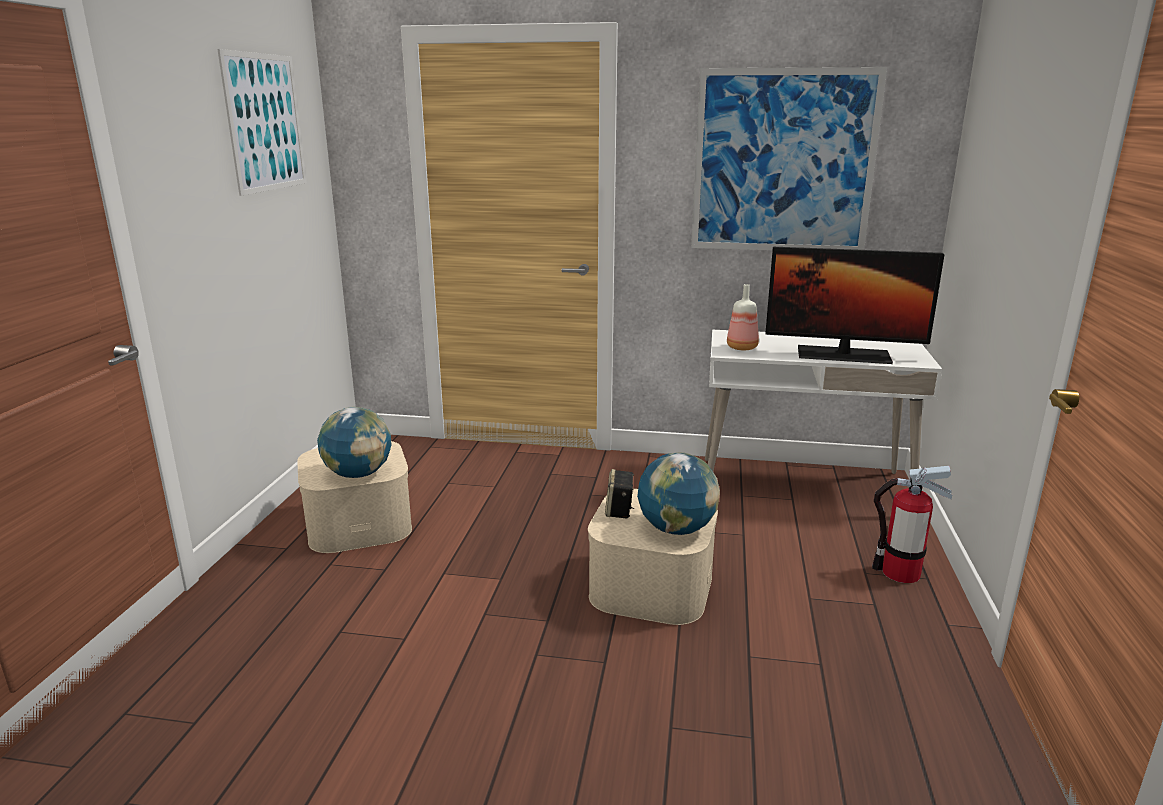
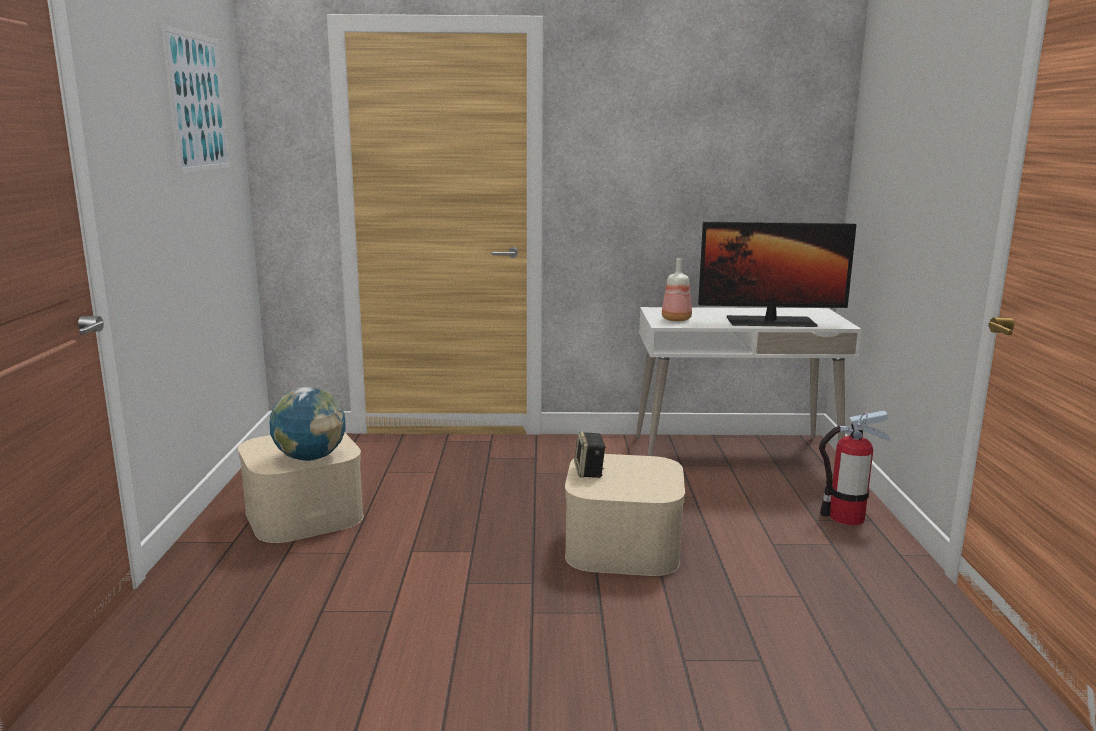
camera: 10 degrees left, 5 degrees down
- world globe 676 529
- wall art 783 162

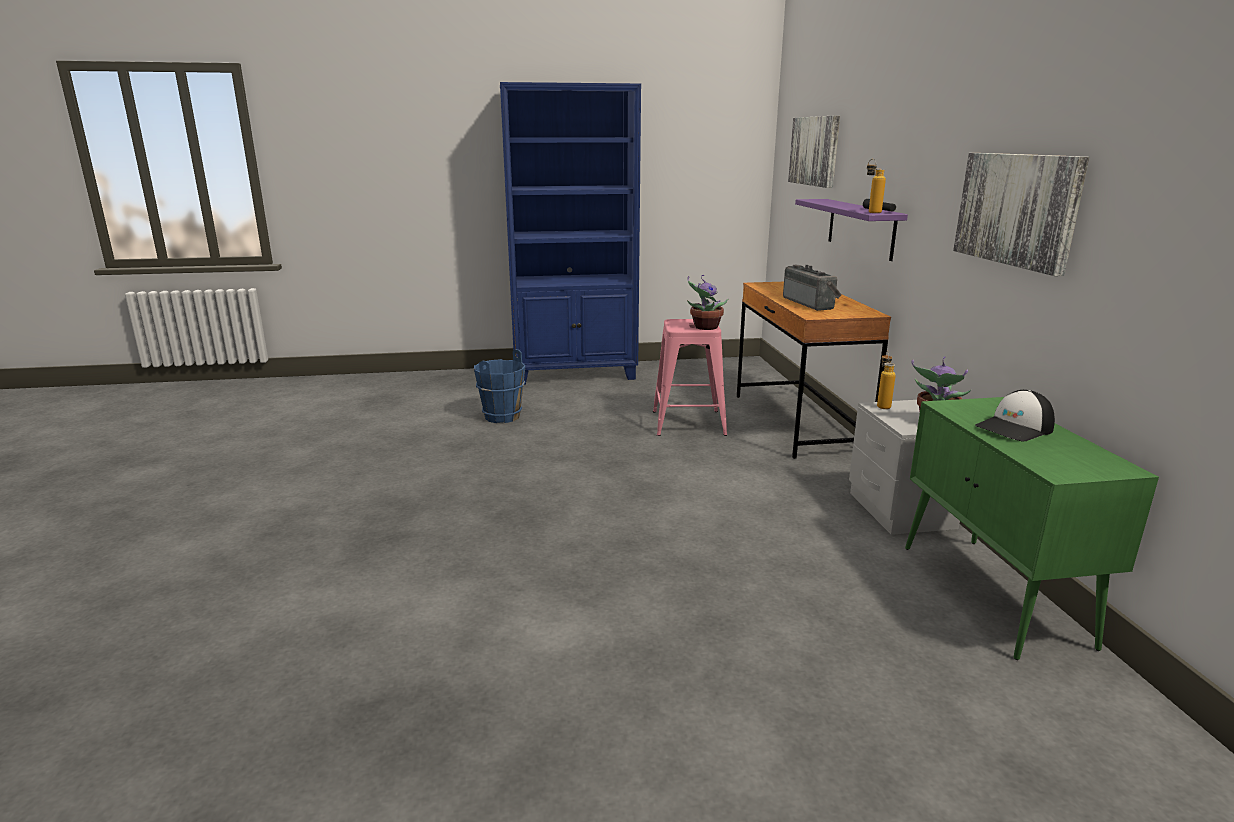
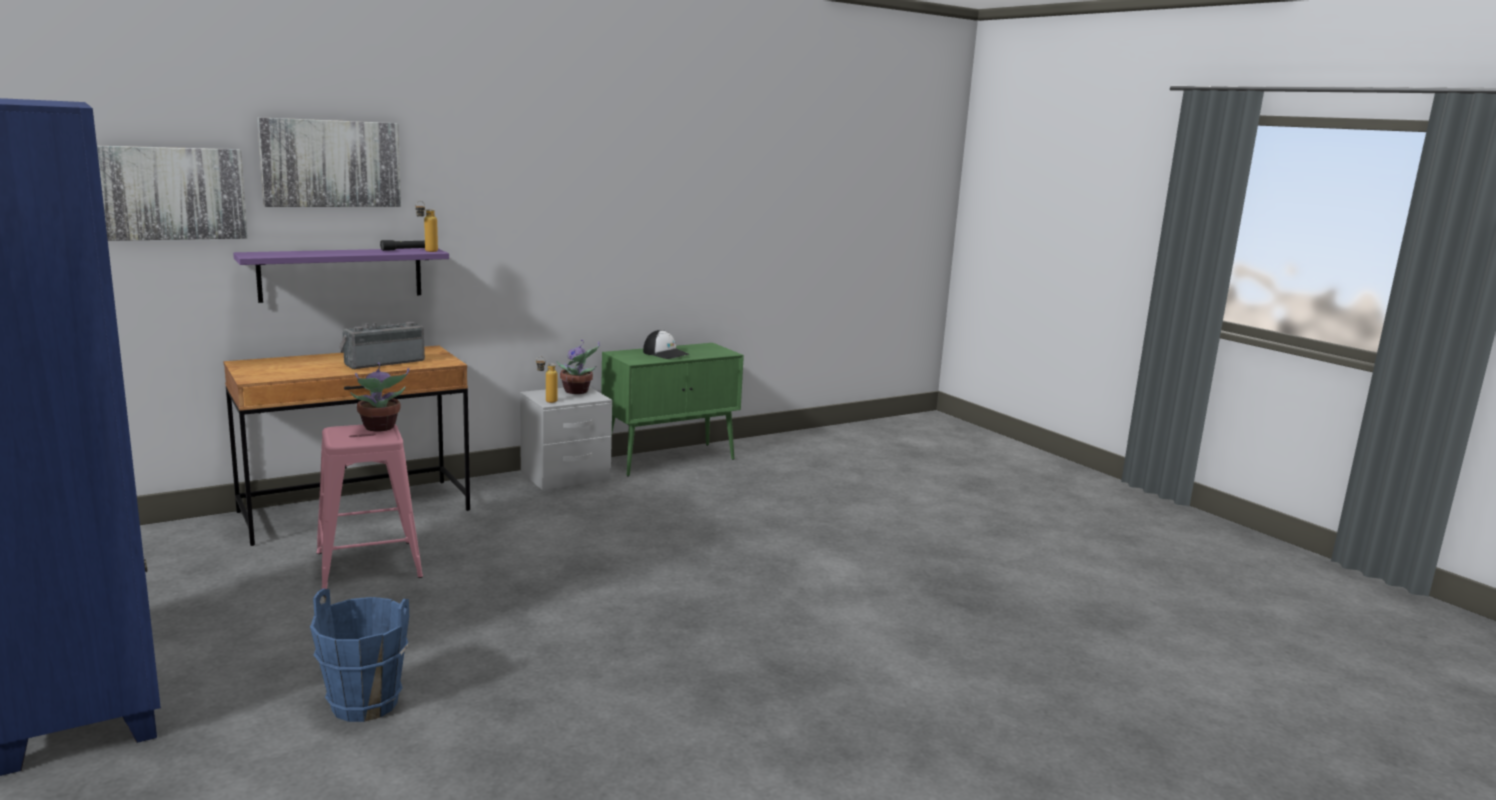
camera: 115 degrees left, 5 degrees down
~ wall art 1017 209 to 331 163

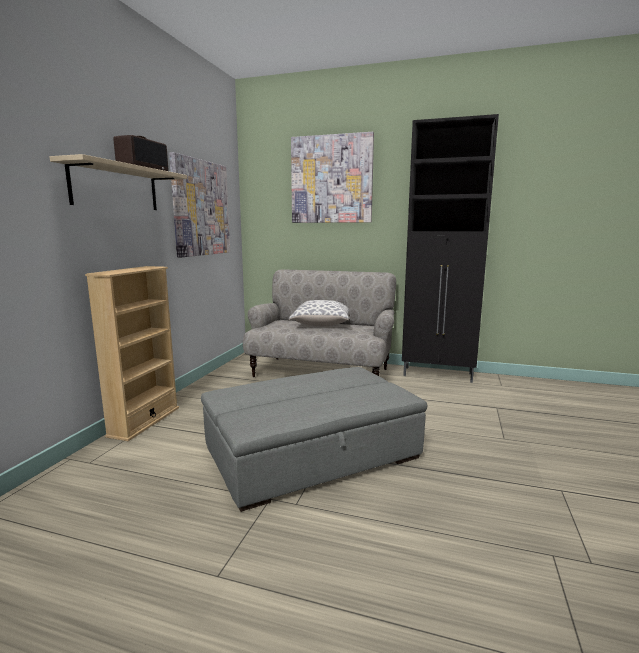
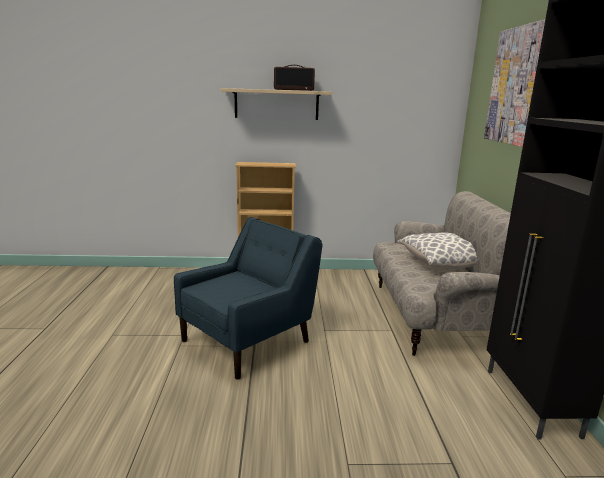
camera: 70 degrees right, 5 degrees up
- wall art 200 208
~ grey pouffe 312 454 to blue armchair 249 340

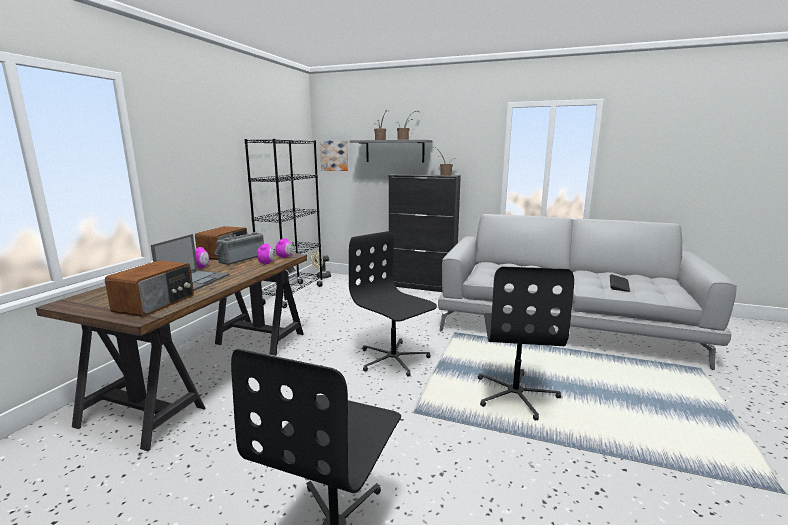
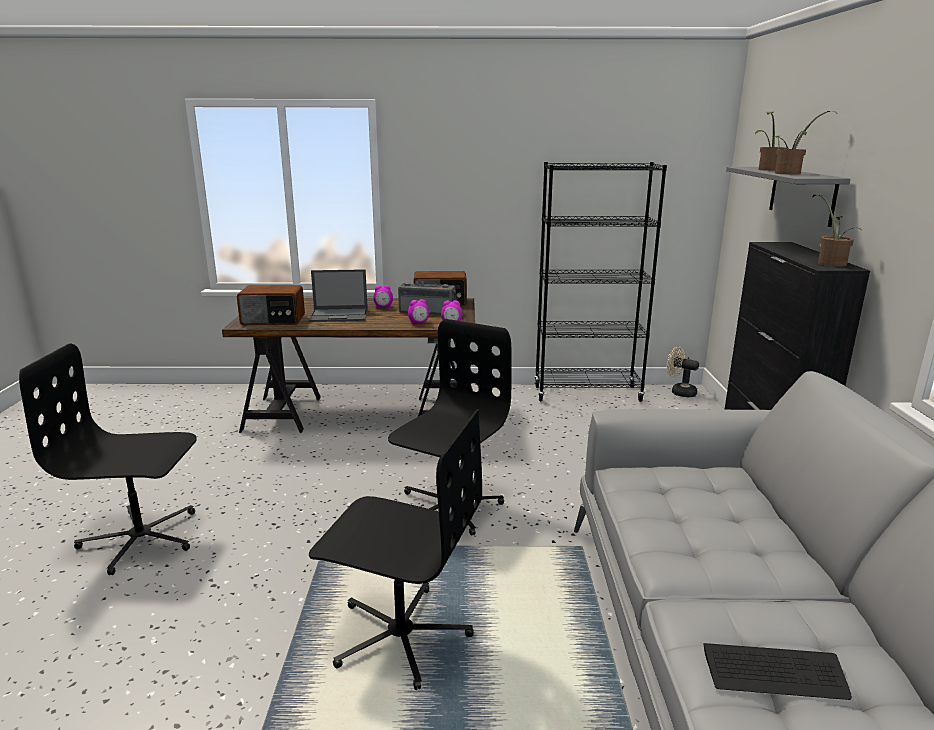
camera: 70 degrees right, 5 degrees up
- wall art 335 155
~ black office chair 515 394 = 400 634 150 degrees counterclockwise

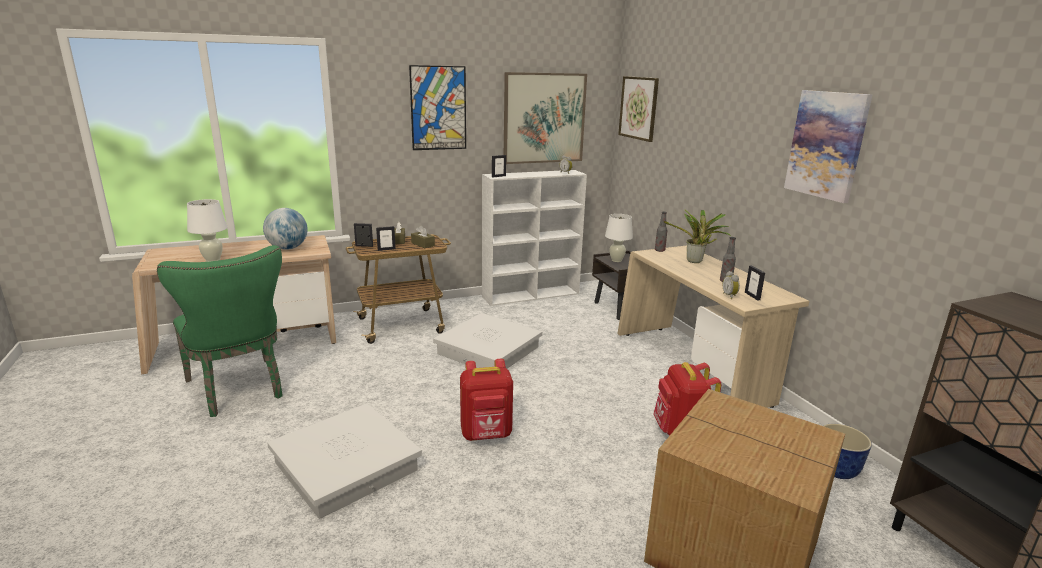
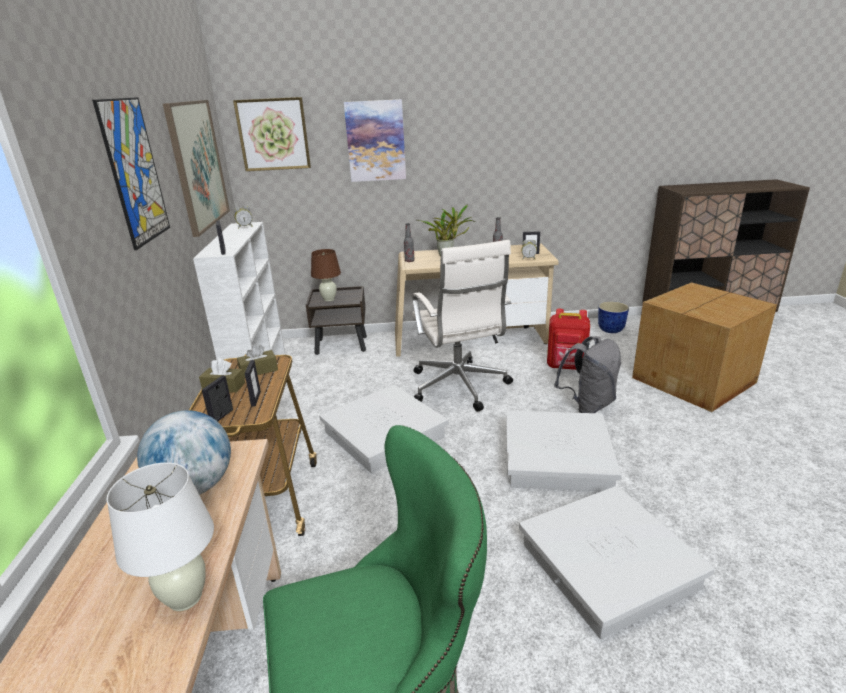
camera: 70 degrees left, 5 degrees up
+ whitish office chair 459 387
+ grey knapsack 588 405
~ wall art 826 145 to 375 141
~ reddish knapsack 486 435 to whitish storage box 556 457
~ whitish lamp for a table 616 260 to brownish lamp for a table 329 299

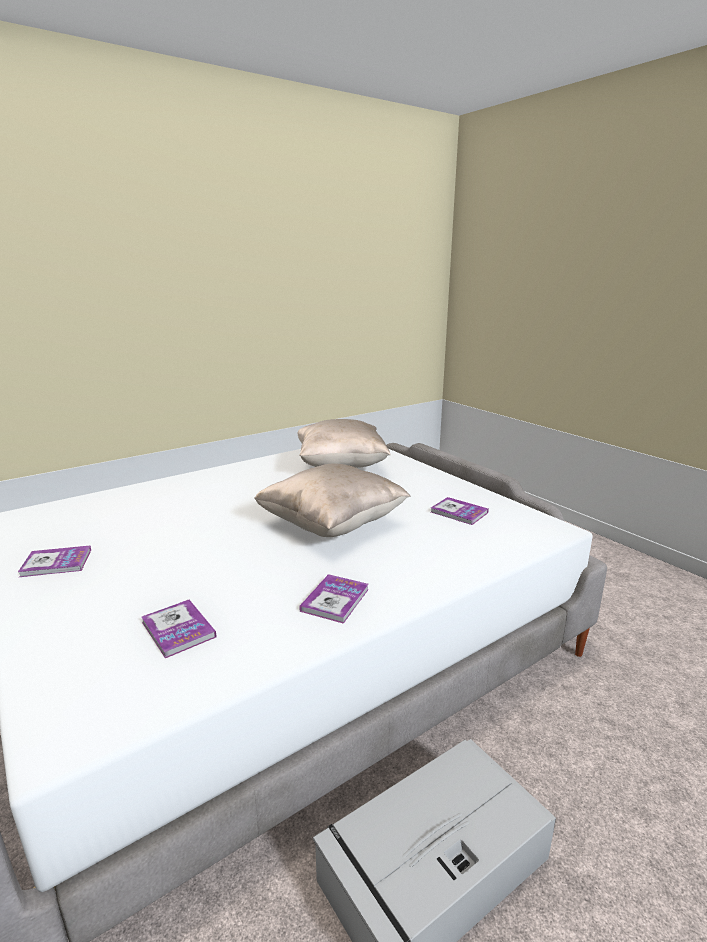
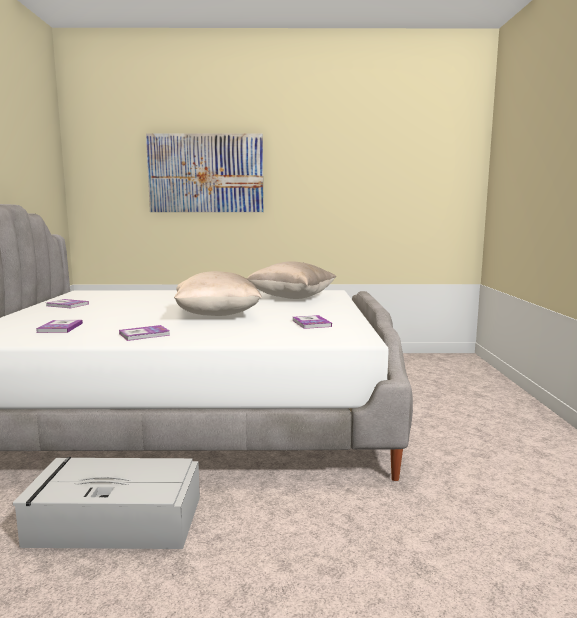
camera: 35 degrees right, 10 degrees down
+ wall art 206 173

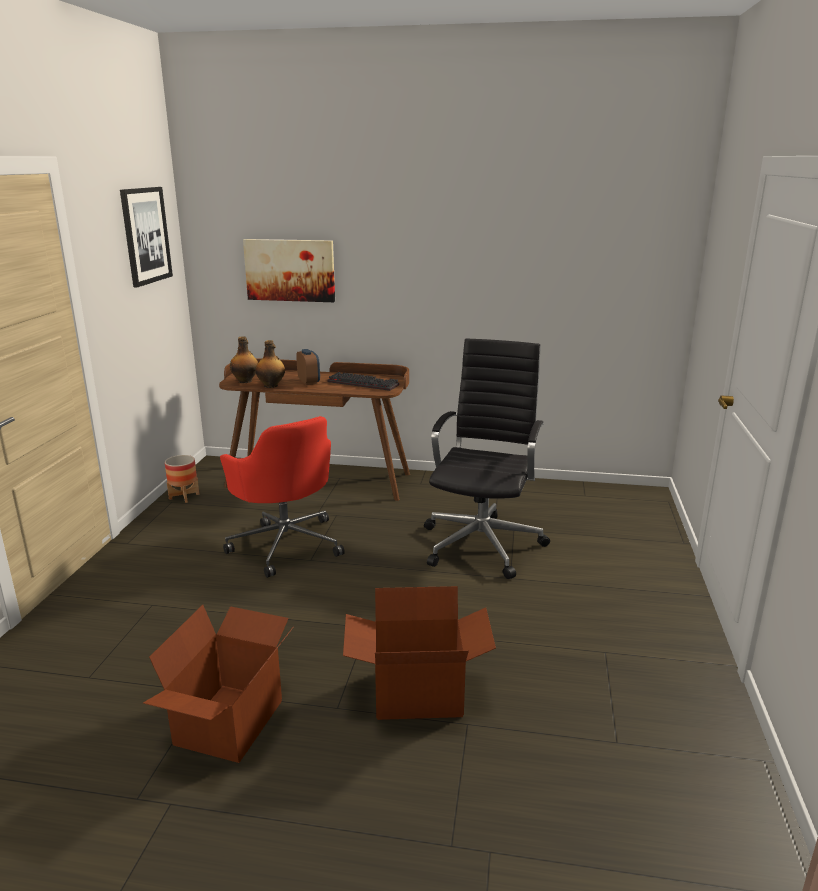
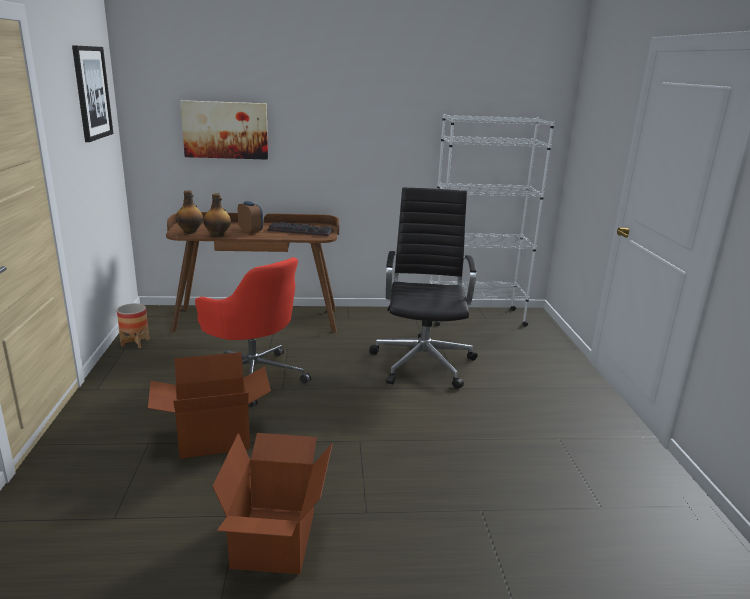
camera: 15 degrees left, 0 degrees up
+ whitish bookshelf 475 317
~ carton 418 695 to 214 439

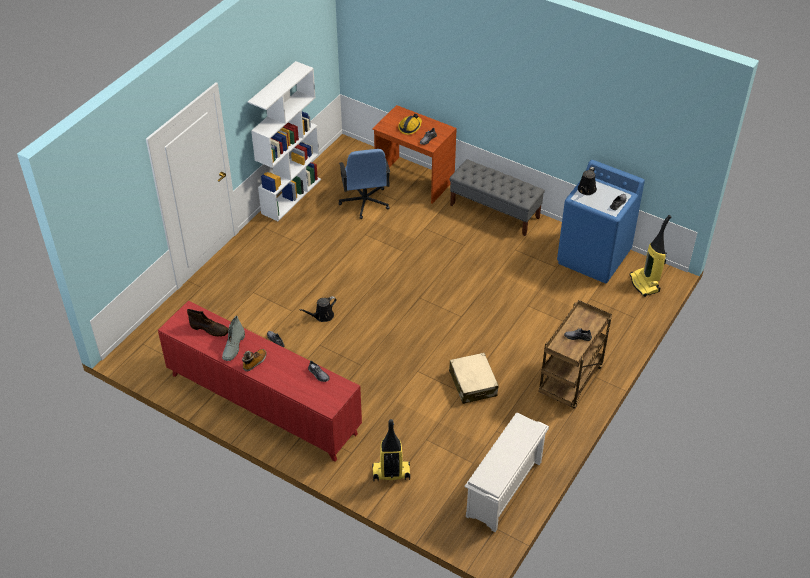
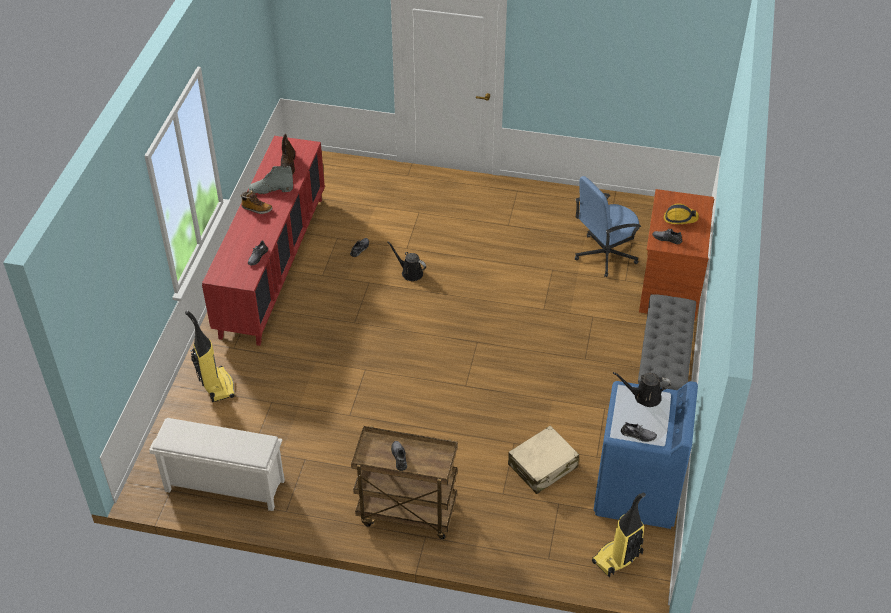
camera: 70 degrees right, 0 degrees up
- whitish bookshelf 291 196
~ beige travel case 473 383 to 543 466

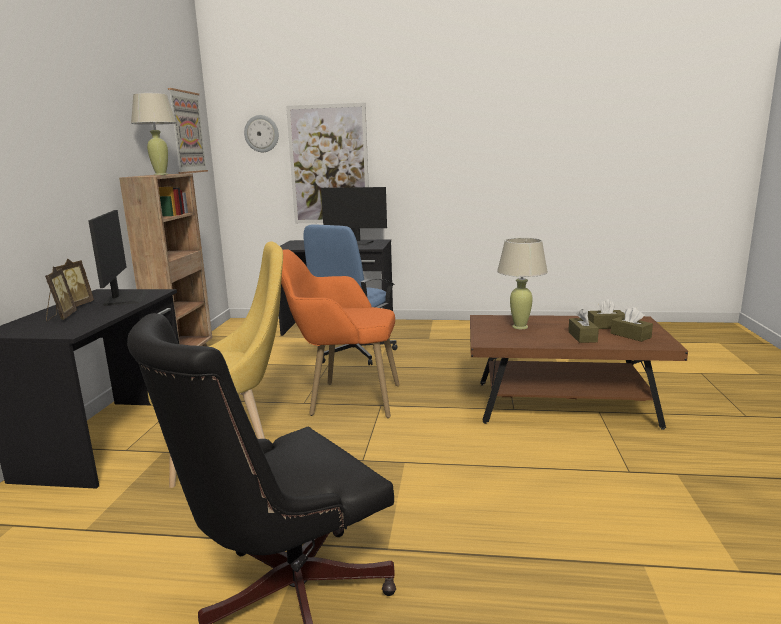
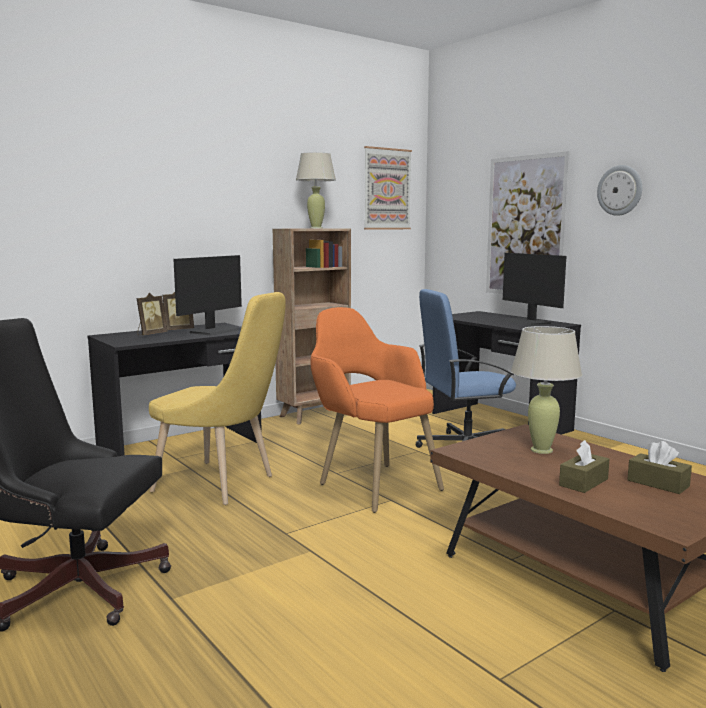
camera: 45 degrees right, 5 degrees down
- brownish tissue box 630 335
~ clock on the wall 261 133 to 620 190

